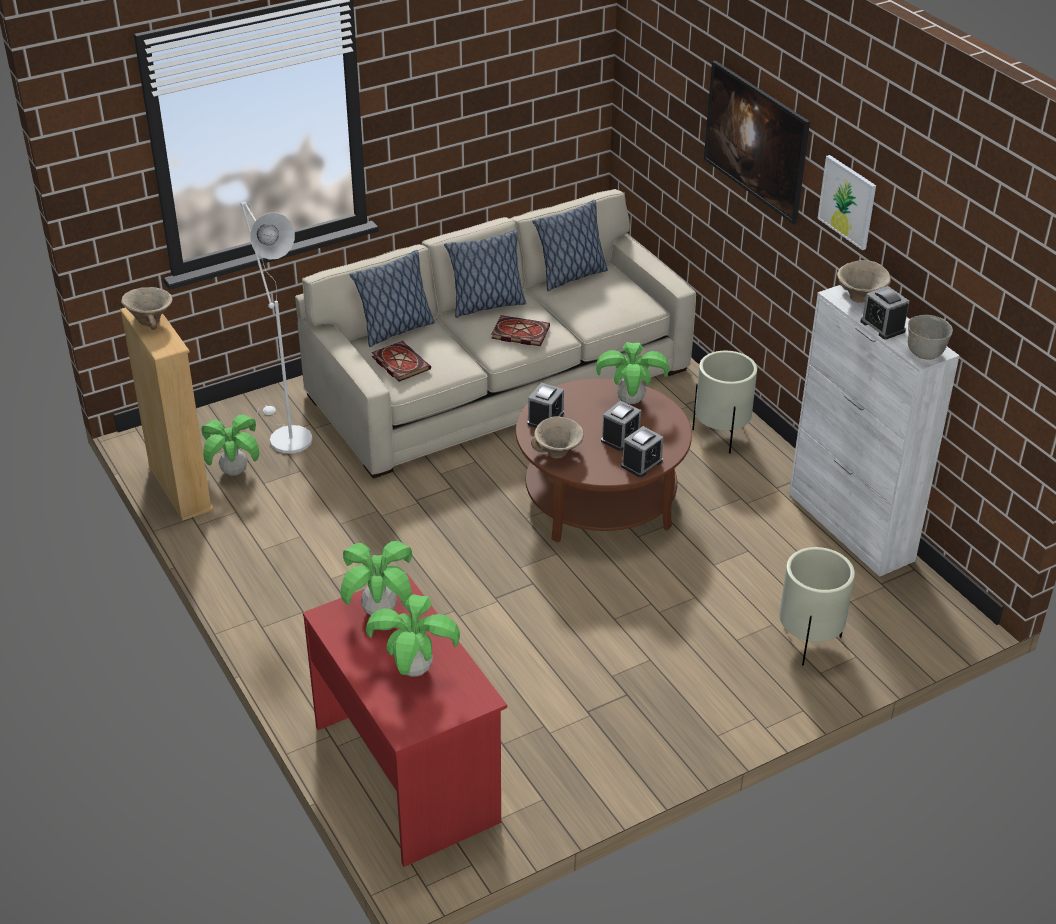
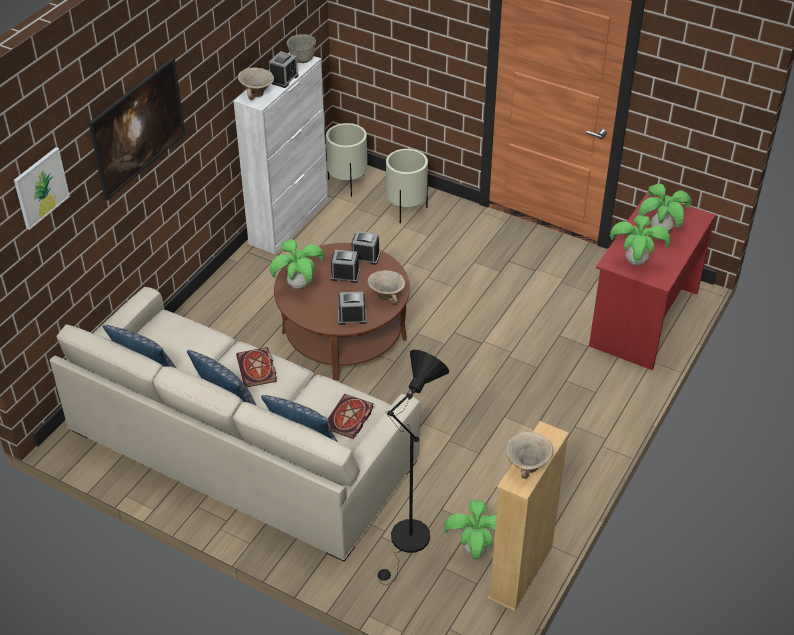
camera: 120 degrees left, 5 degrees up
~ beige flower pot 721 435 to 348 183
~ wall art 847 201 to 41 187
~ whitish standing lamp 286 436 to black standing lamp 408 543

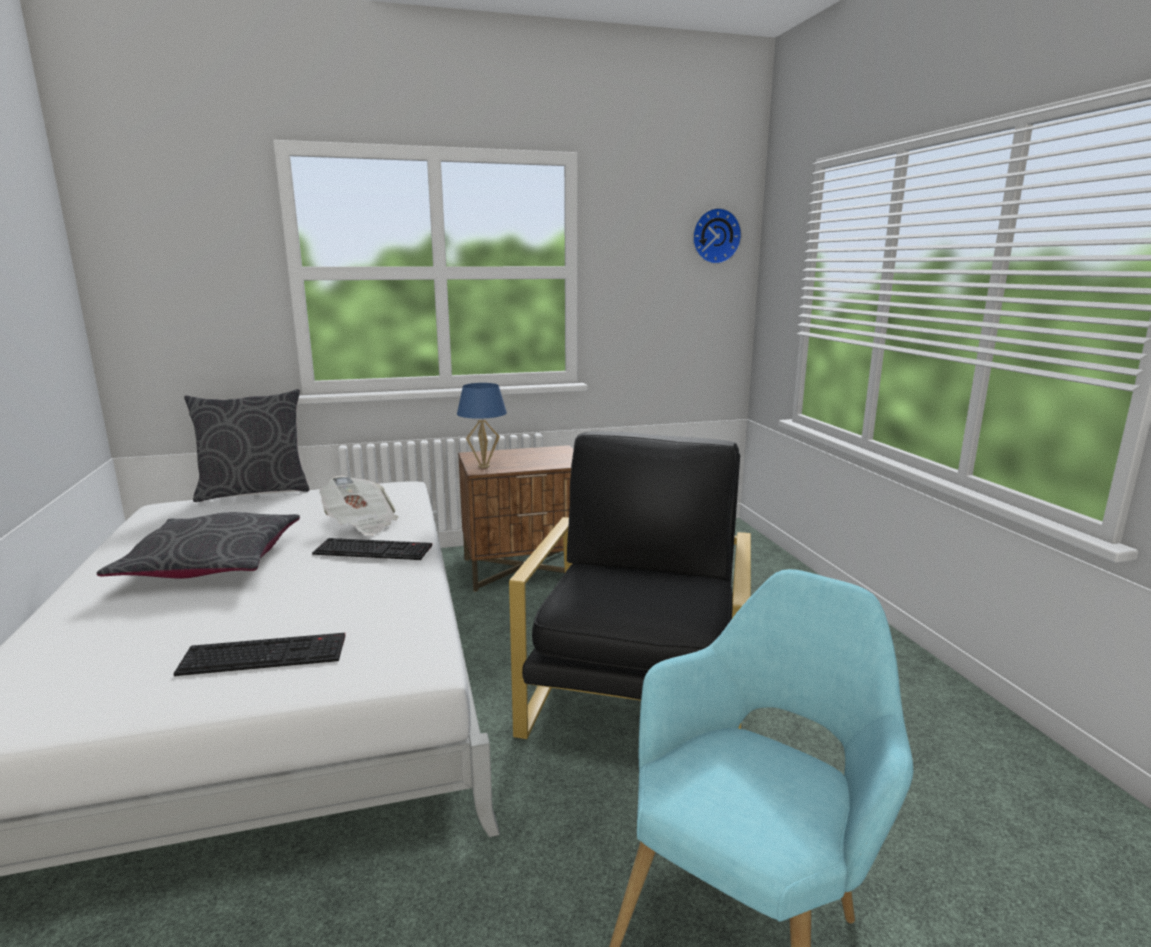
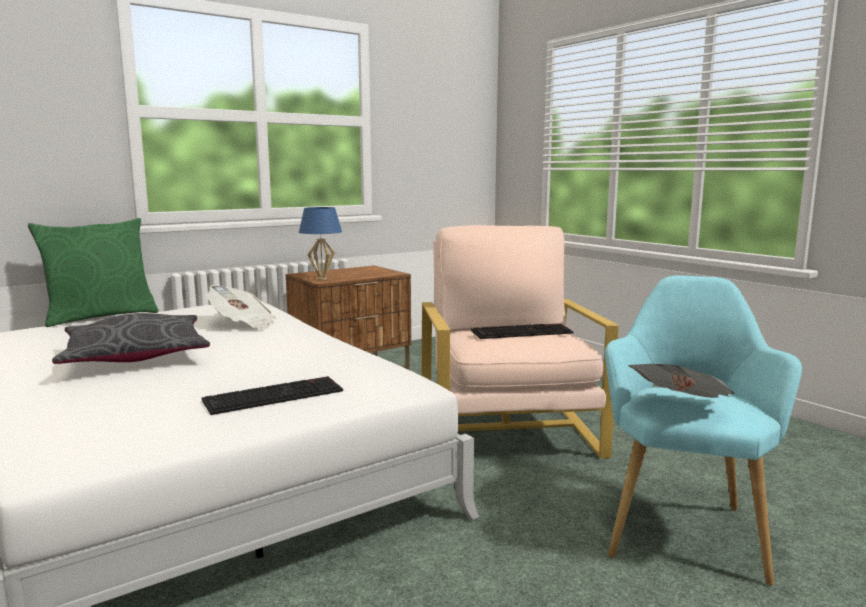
camera: 20 degrees left, 5 degrees down
- clock on the wall 715 236
+ printed paper 680 408
~ keyboard 375 549 to 522 332
~ grey pillow 254 491 to green-coloured pillow 100 316
~ black armchair 638 691 to beige armchair 506 428

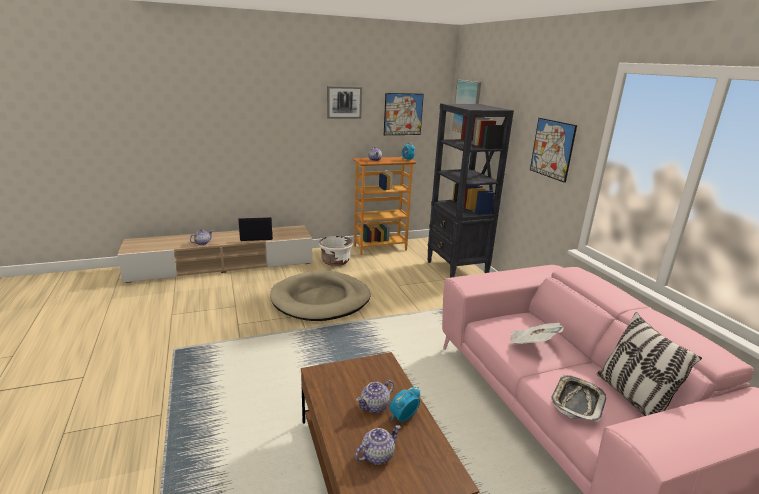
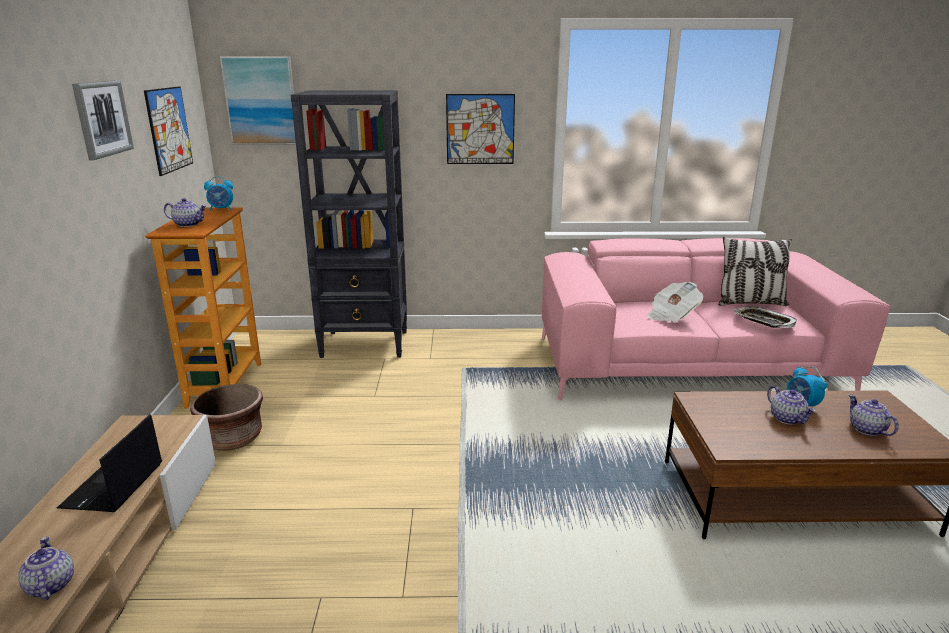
camera: 70 degrees left, 0 degrees up
- beige pet bed 321 300
~ whitish flower pot 335 261 to brownish flower pot 233 438

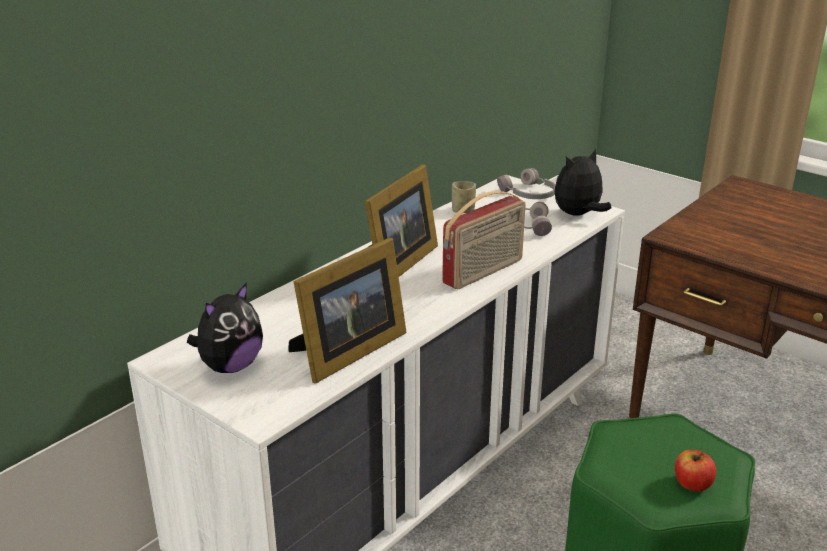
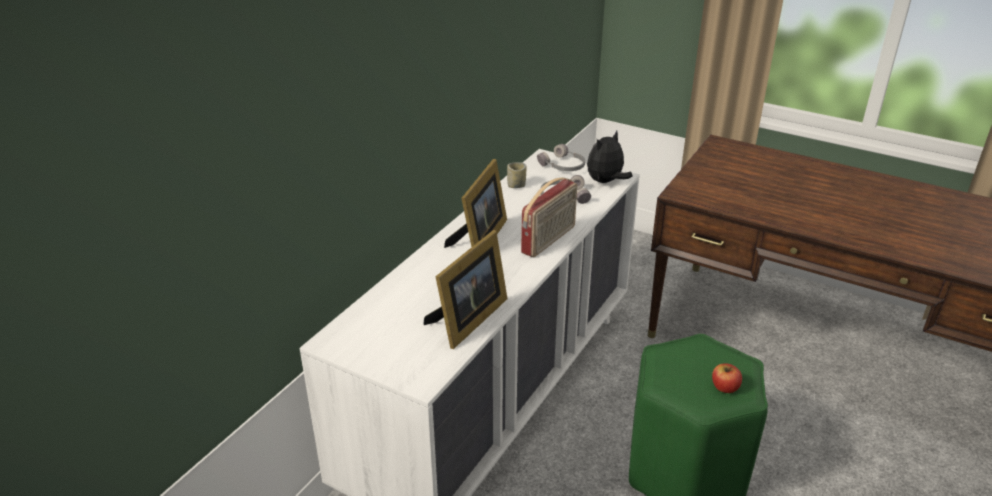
camera: 10 degrees left, 5 degrees up
- plush toy 230 366

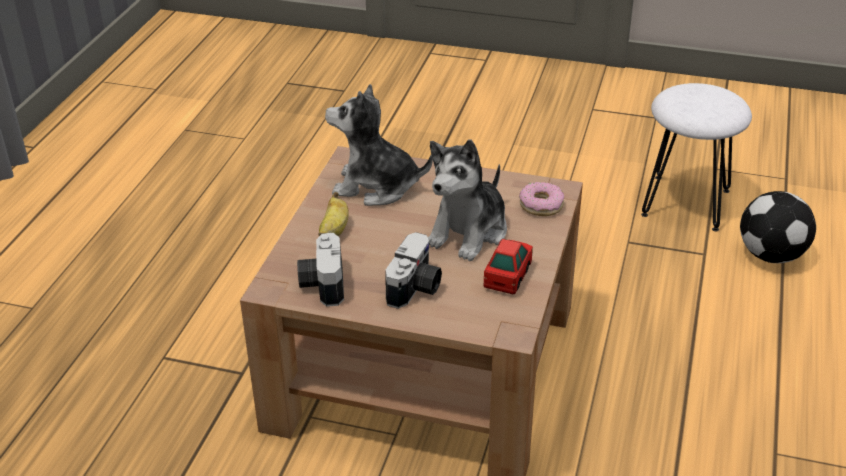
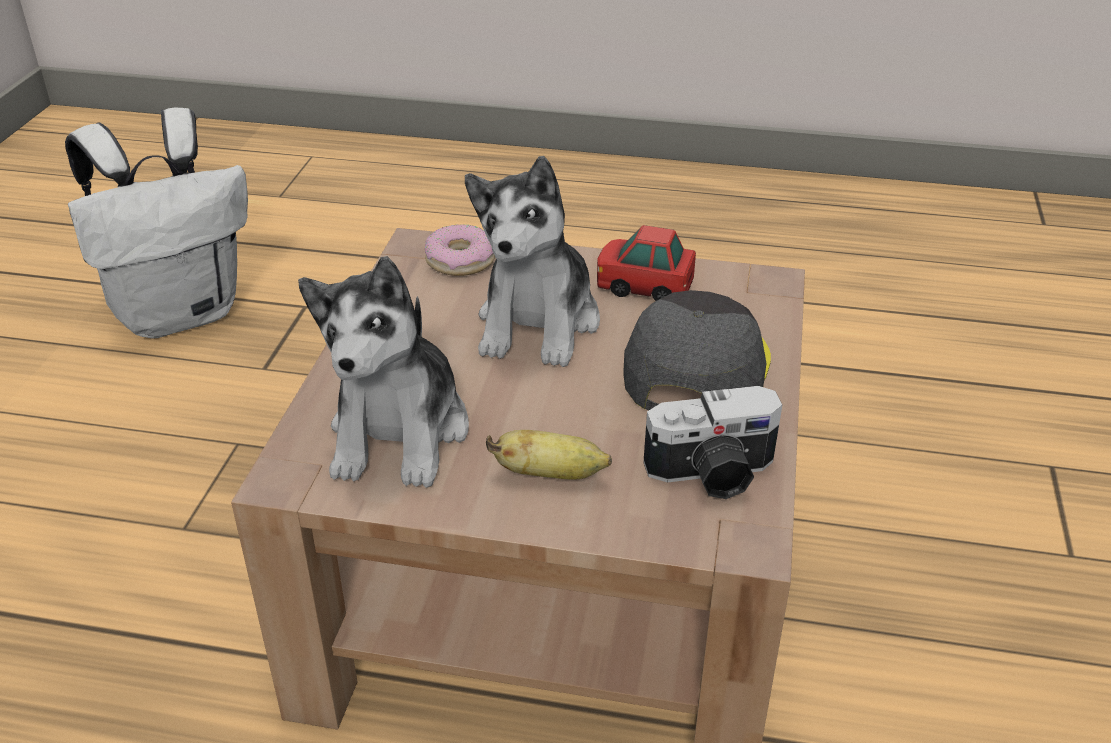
camera: 95 degrees left, 0 degrees up
- football 772 255
~ photo camera 416 288 to grey baseball cap 696 368
~ whitish stool seat 687 203 to whitish knapsack 181 312
~ plush toy 469 232 = 539 323 75 degrees clockwise

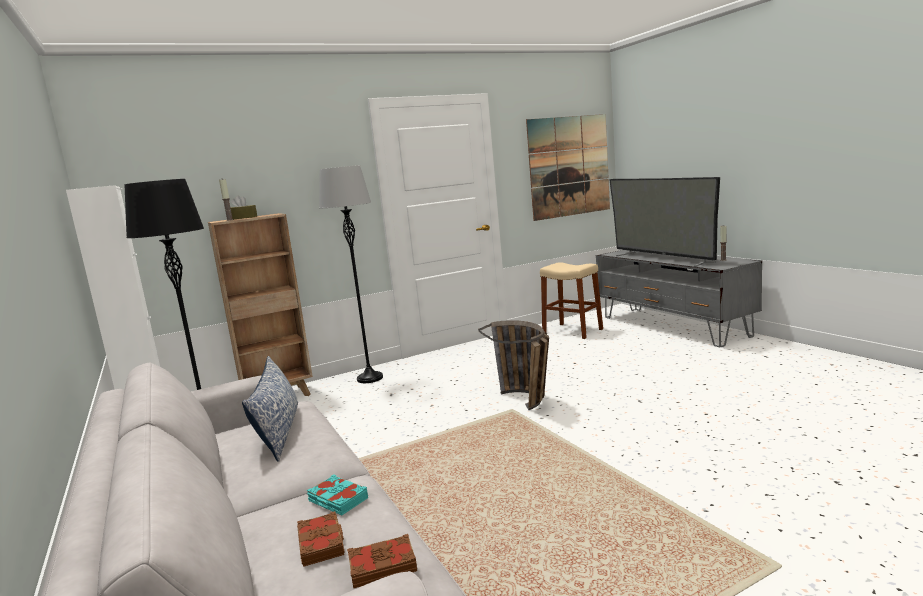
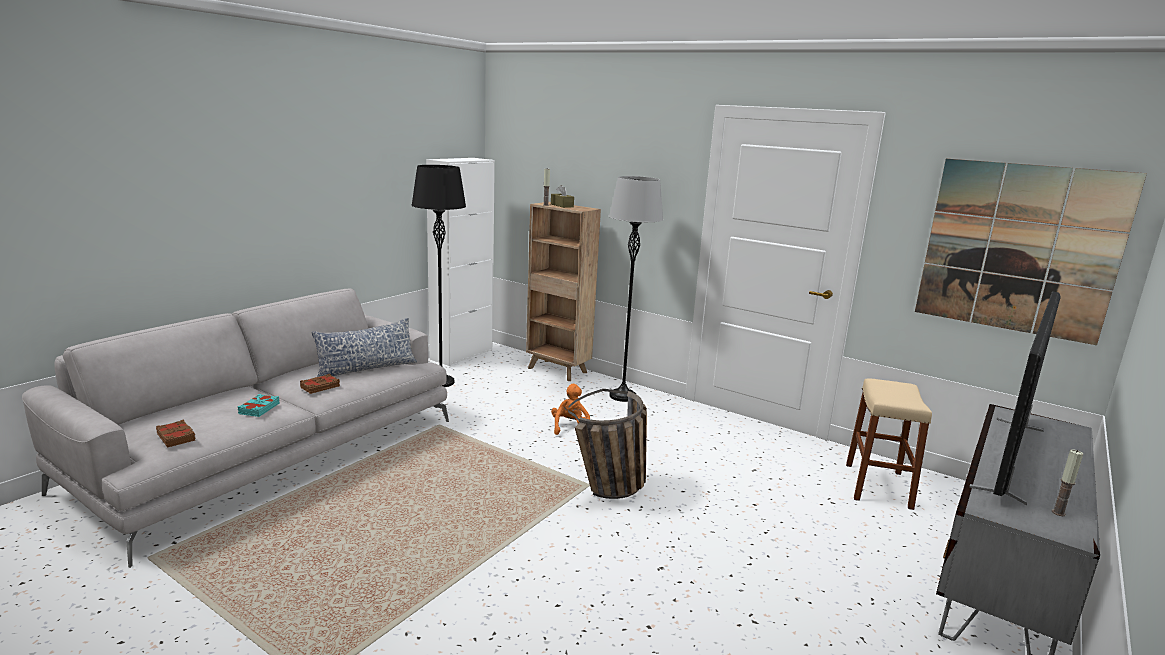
camera: 60 degrees right, 5 degrees up
+ orange-coloured plush toy 570 428
~ brownish book 322 543 to 320 387

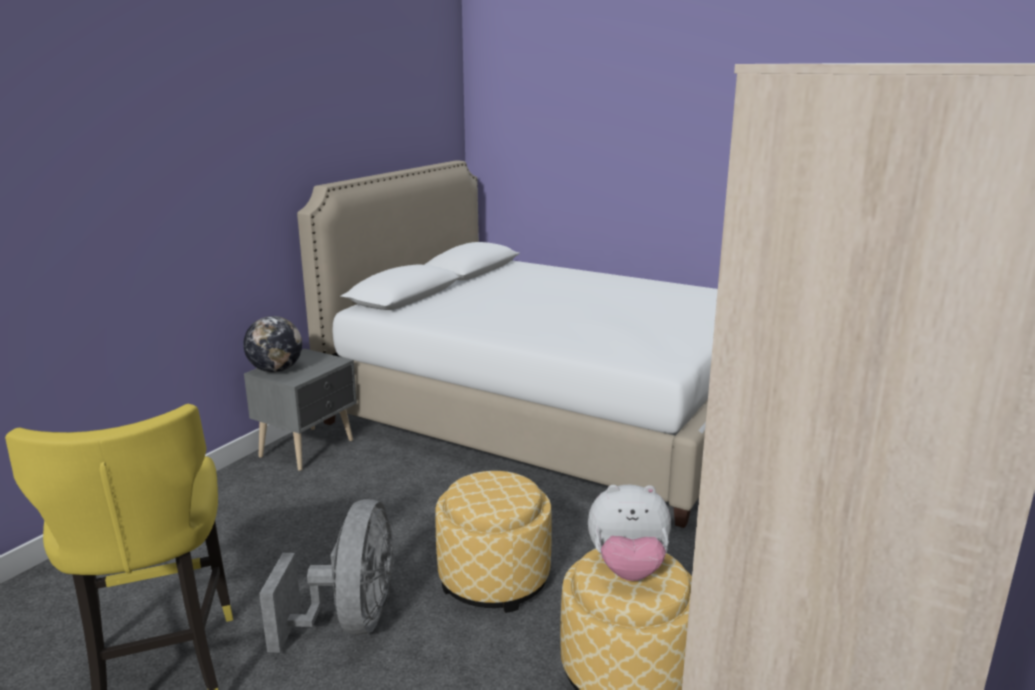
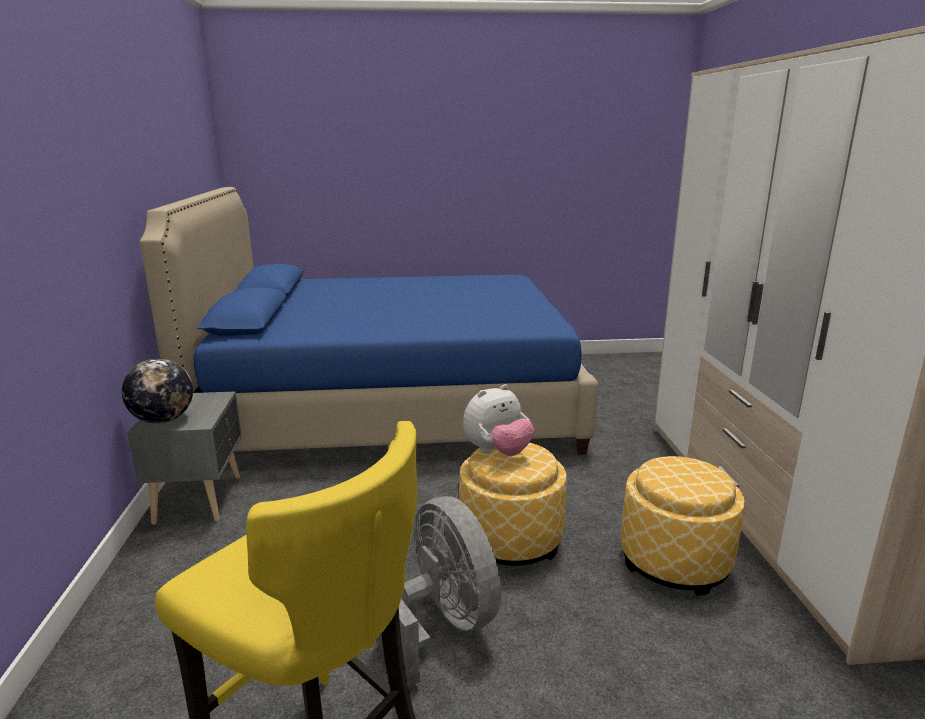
camera: 35 degrees left, 0 degrees up
~ plush toy 628 568 to 497 452
~ whitish bed 550 414 to blue bed 393 405

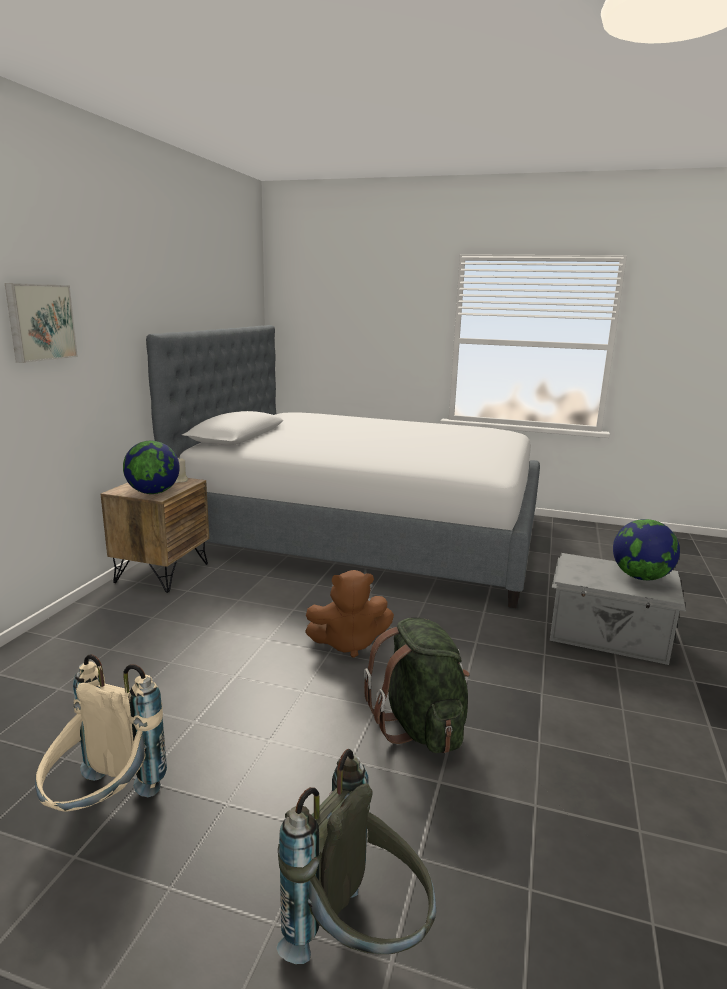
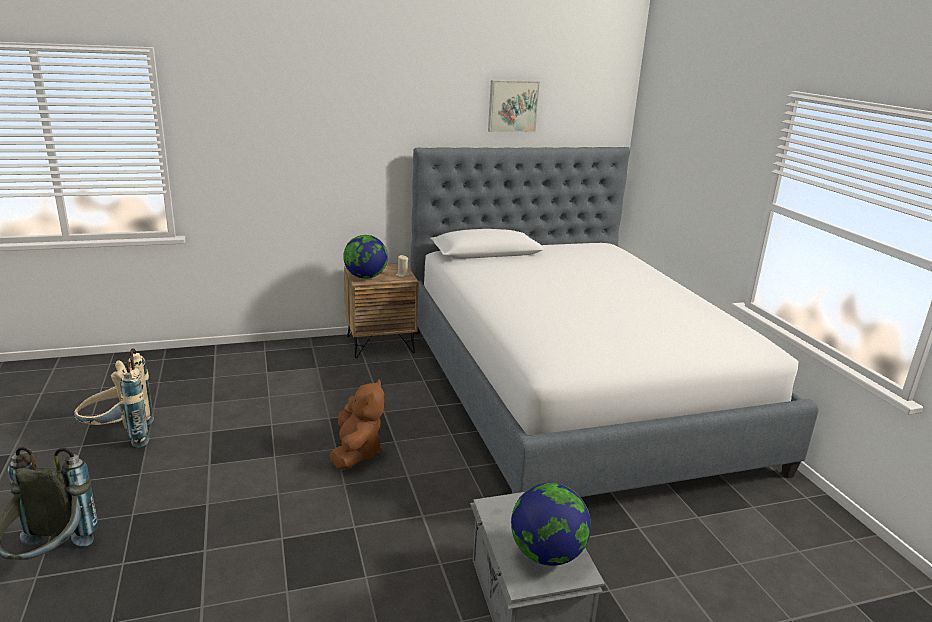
camera: 55 degrees right, 5 degrees up
- green-coloured knapsack 420 726
~ wall art 40 322 to 512 106
~ brownish plush toy 349 643 = 356 452 135 degrees counterclockwise

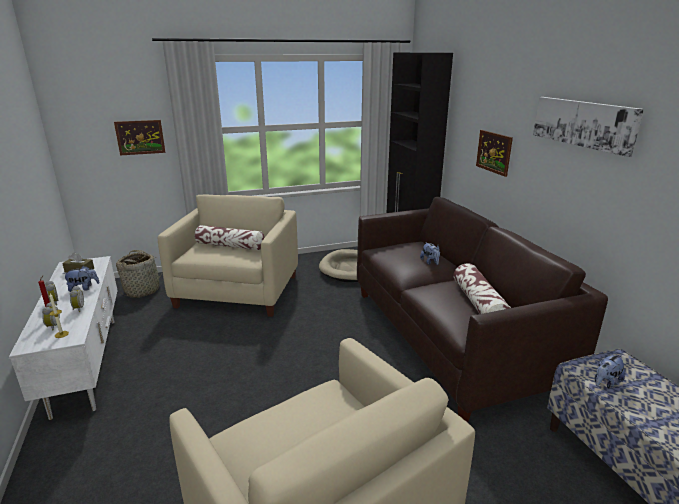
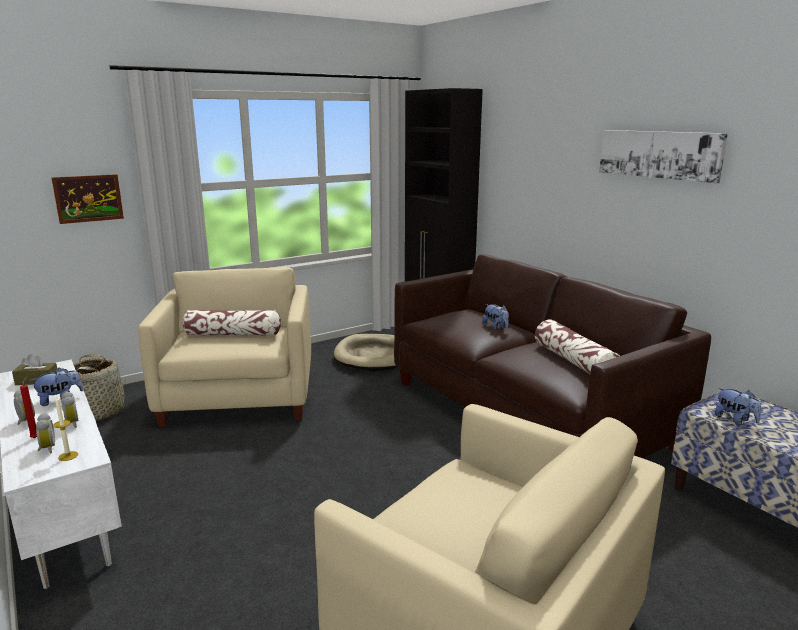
camera: 15 degrees left, 5 degrees down
- wall art 494 152
~ plush toy 605 382 = 735 420 75 degrees counterclockwise

